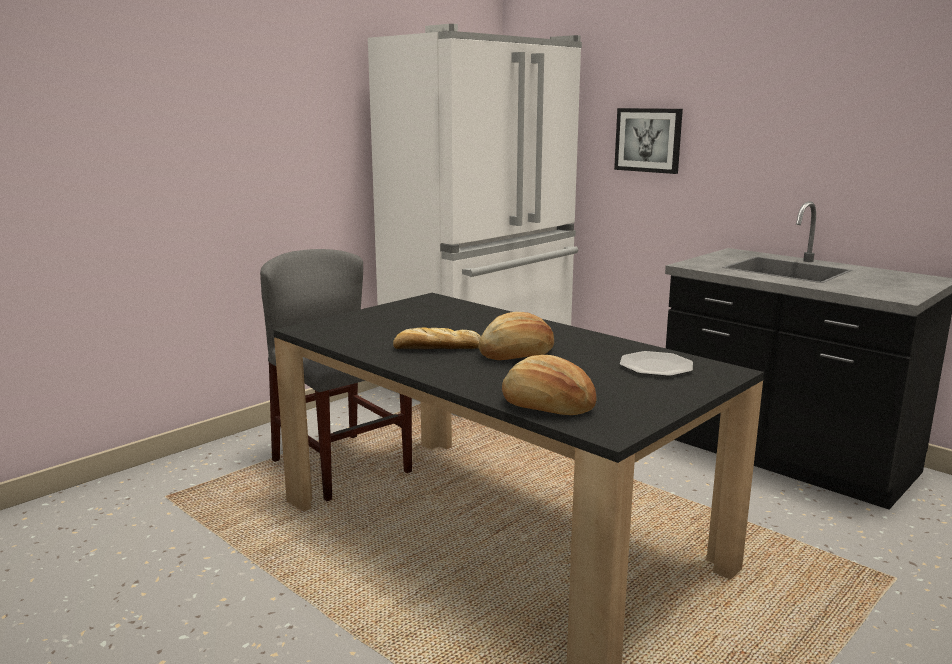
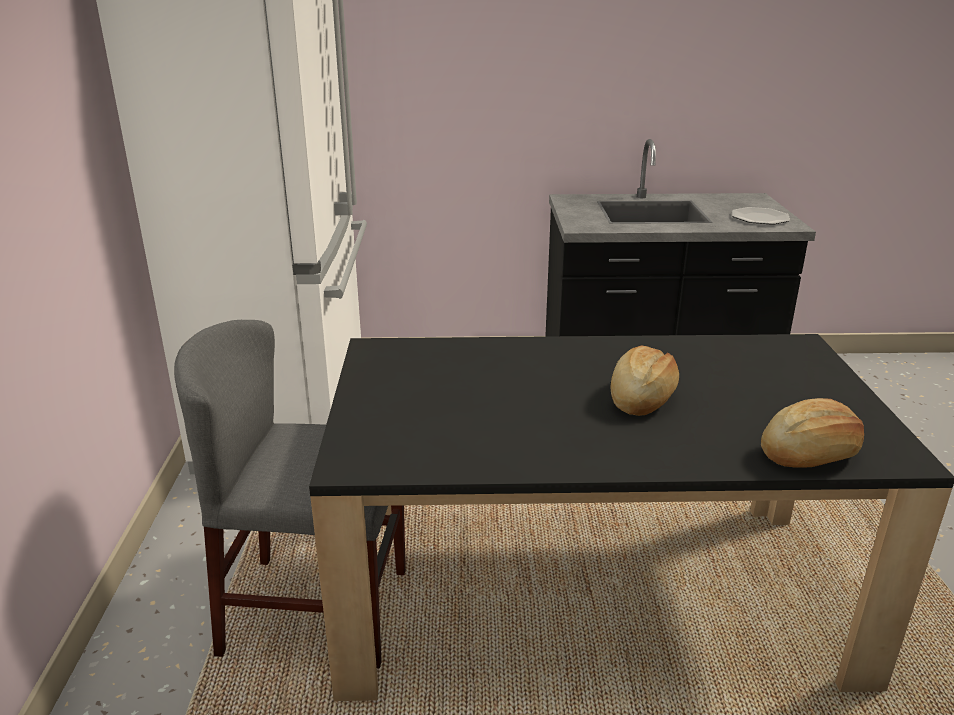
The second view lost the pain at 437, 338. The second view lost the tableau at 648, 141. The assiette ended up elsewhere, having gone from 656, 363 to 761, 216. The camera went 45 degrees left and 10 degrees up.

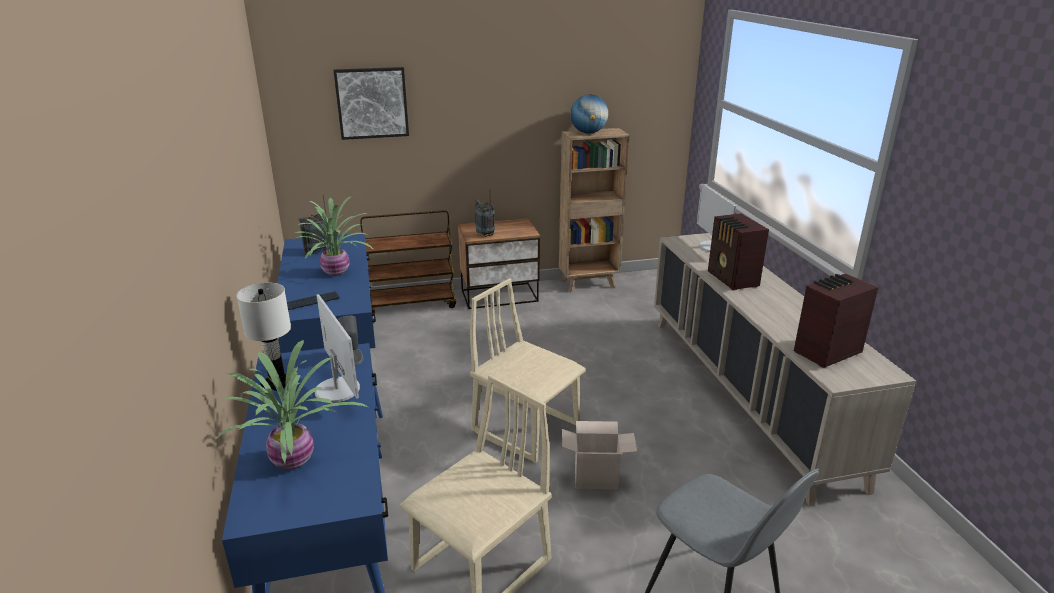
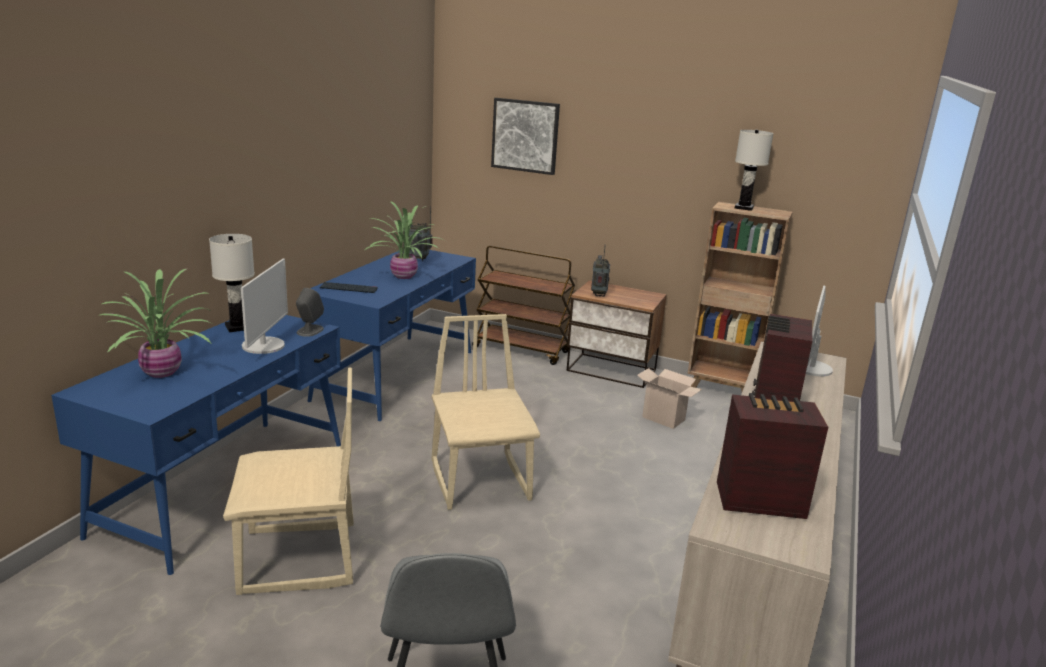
The carton ended up elsewhere, having gone from 599, 455 to 669, 398. Where the globe stood at 589, 114, the lampe de table (blanc) came to stand at 754, 170. The camera went 35 degrees right and 5 degrees down.

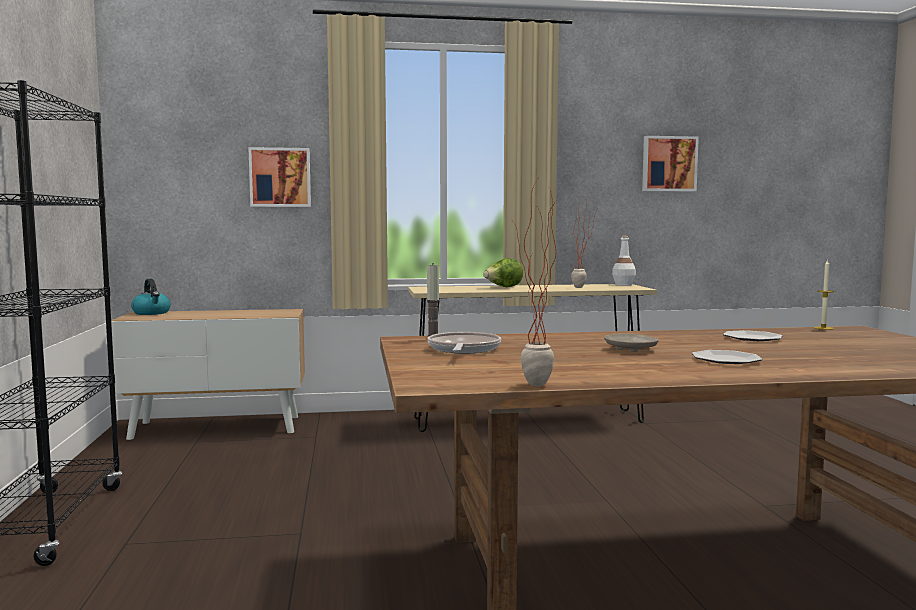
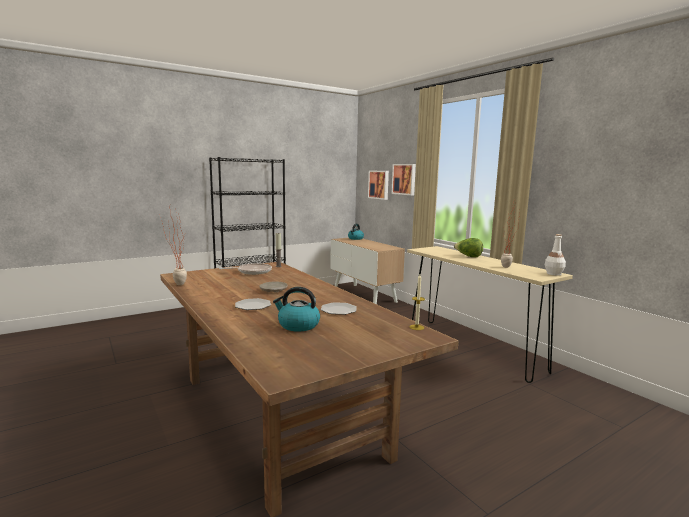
The second view gained the bouilloire at 296, 309. The tableau ended up elsewhere, having gone from 670, 163 to 378, 185. The camera went 65 degrees right and 5 degrees up.

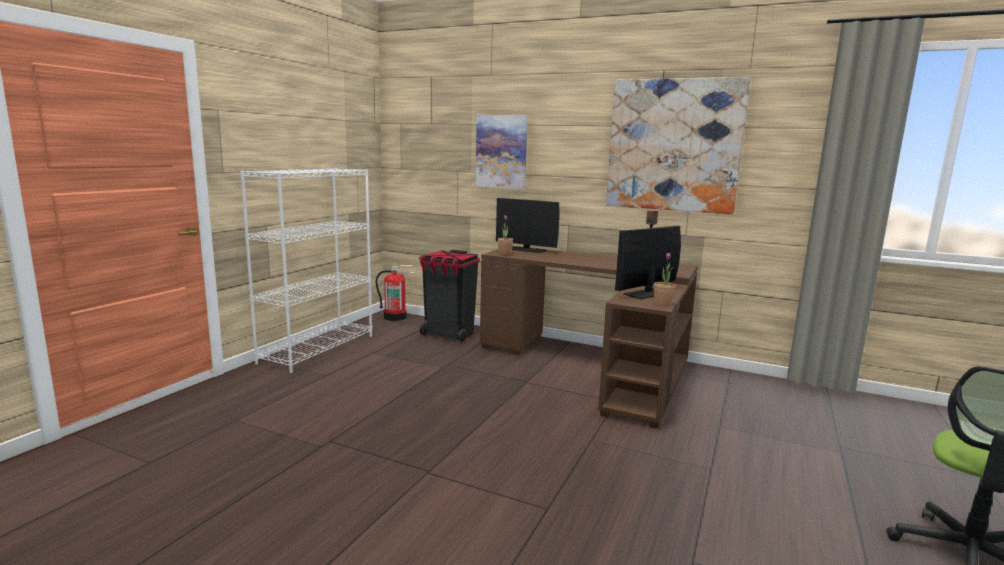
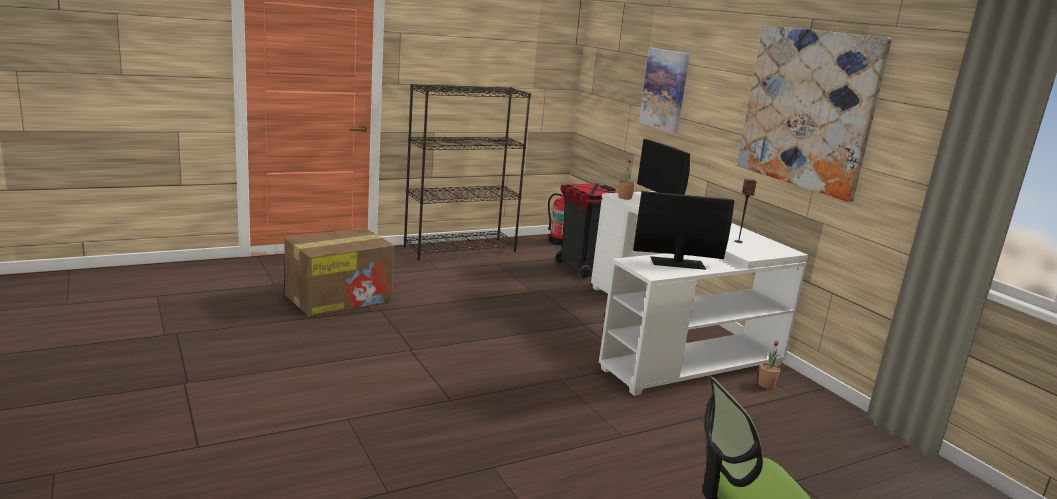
The second view gained the carton at 339, 272. The plante en pot ended up elsewhere, having gone from 665, 280 to 769, 364. What was the bibliothèque (blanc) at 306, 270 turned into the bibliothèque (noir) at 467, 172. What was the bureau (marron) at 589, 337 turned into the bureau (blanc) at 699, 293. The camera went 35 degrees right and 5 degrees up.

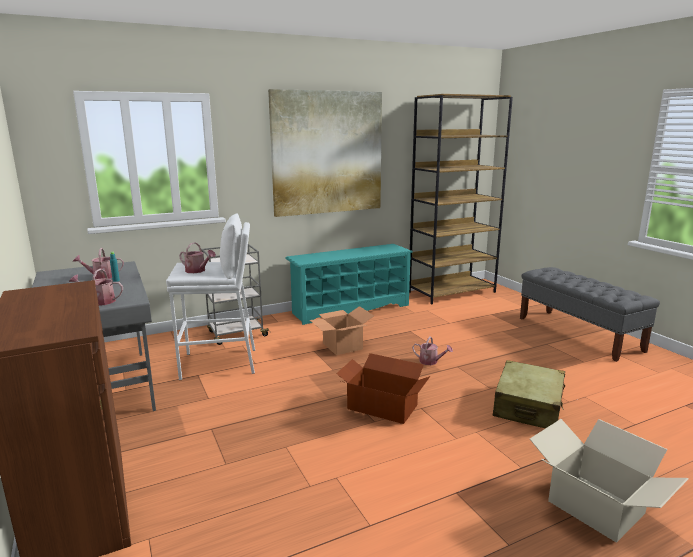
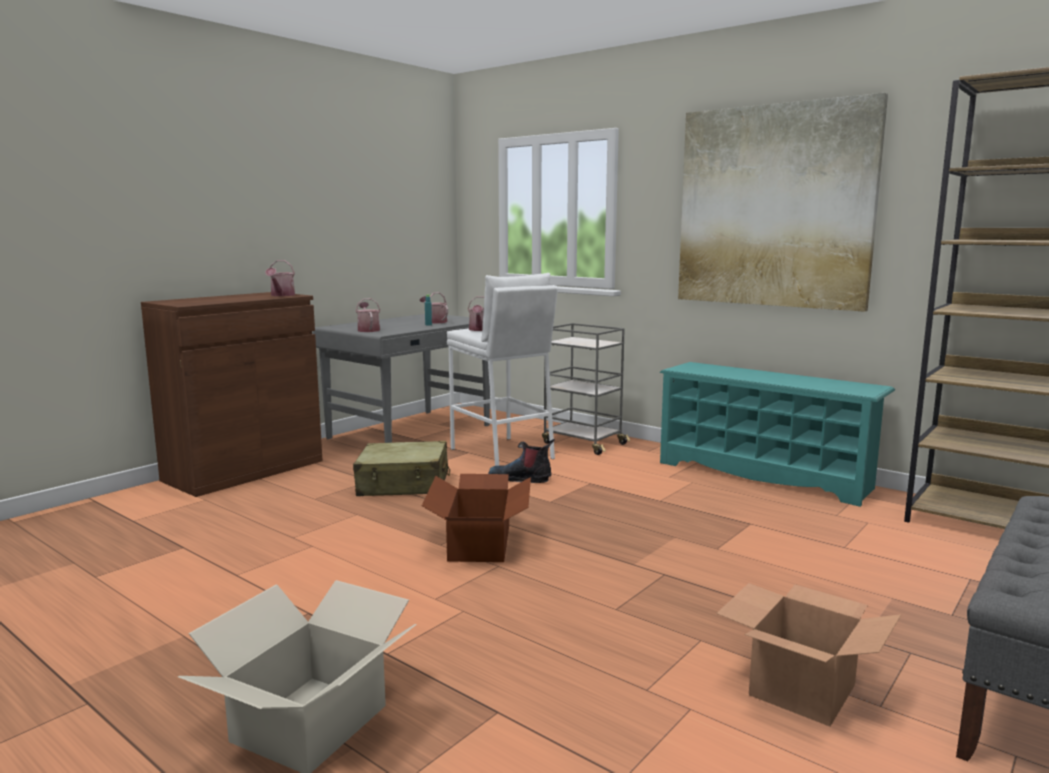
The second view gained the botte at 521, 461. The carton ended up elsewhere, having gone from 342, 330 to 808, 654. The arrosoir ended up elsewhere, having gone from 432, 350 to 280, 278. The valise (beige) ended up elsewhere, having gone from 529, 394 to 401, 468. The camera went 65 degrees right and 5 degrees down.

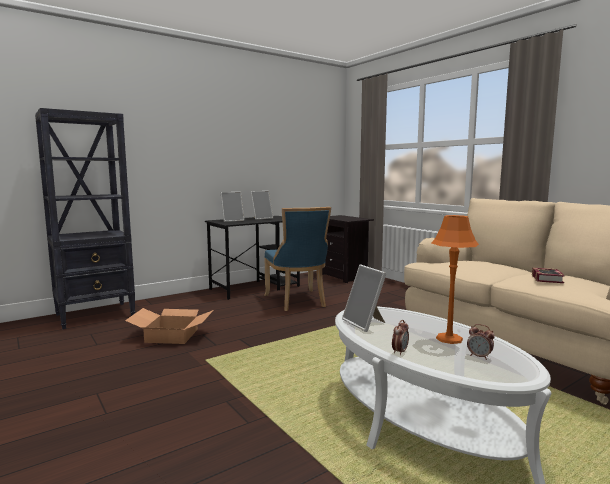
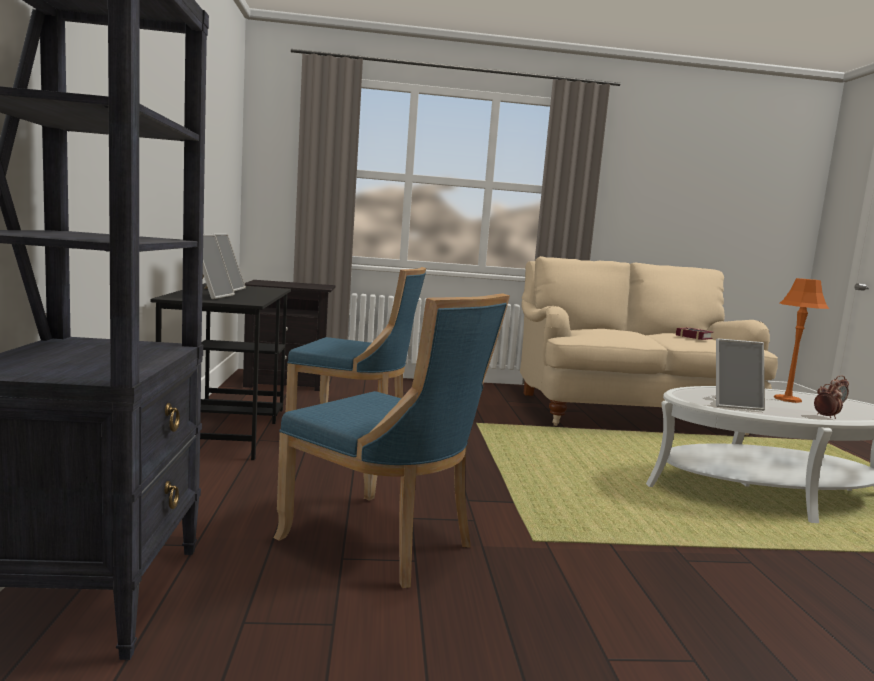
Where the carton stood at 169, 326, the chaise (bleu) came to stand at 392, 440. The camera went 60 degrees left and 0 degrees up.

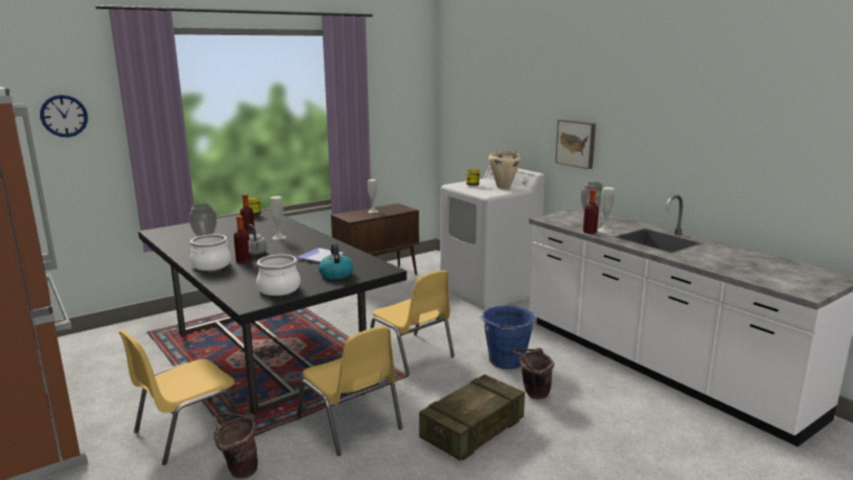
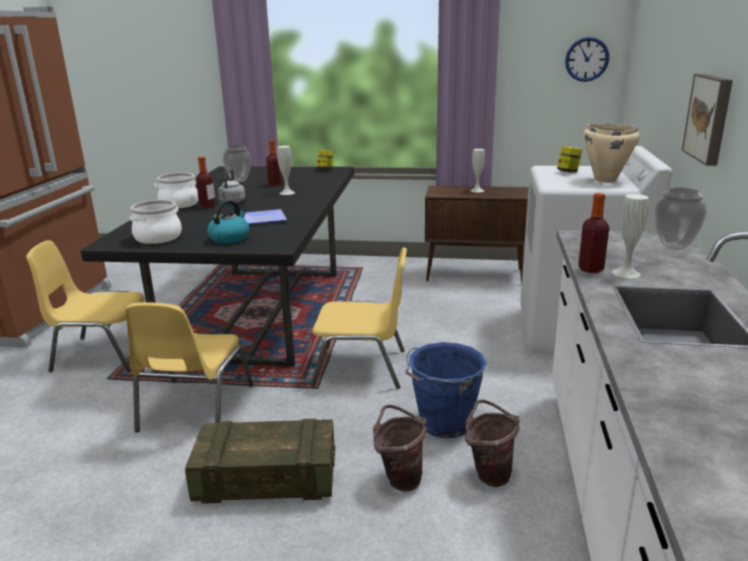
The horloge murale ended up elsewhere, having gone from 64, 116 to 587, 59. The seau (marron) ended up elsewhere, having gone from 236, 446 to 492, 443. The chaise (jaune) at 412, 322 ended up facing another way, 90 degrees counterclockwise from before. The camera went 45 degrees right and 5 degrees up.

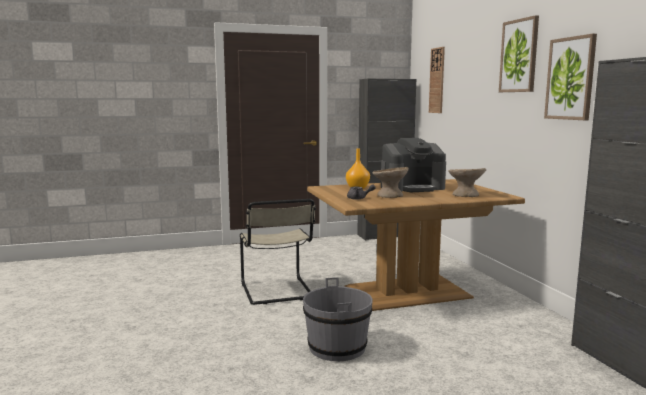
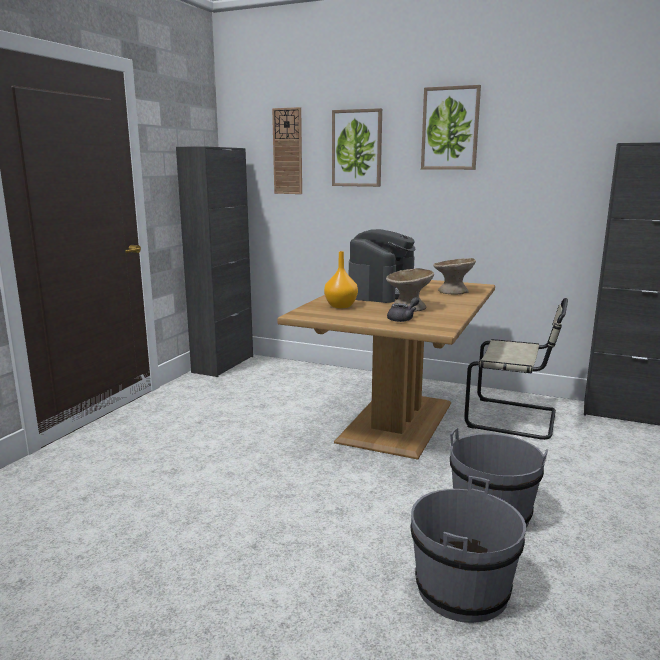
The second view gained the seau (gris) at 468, 549. The chaise (beige) ended up elsewhere, having gone from 277, 252 to 516, 369. The tableau ended up elsewhere, having gone from 570, 77 to 357, 147. The camera went 50 degrees left and 5 degrees up.

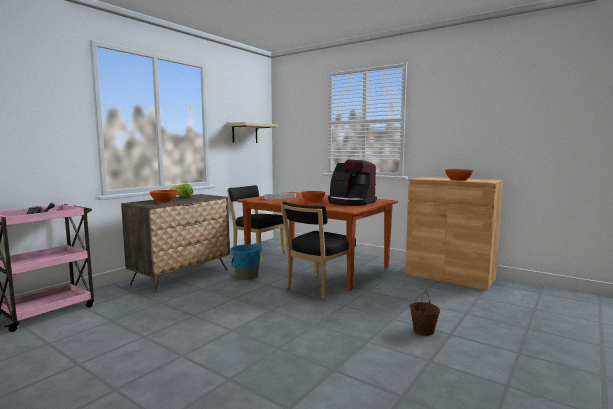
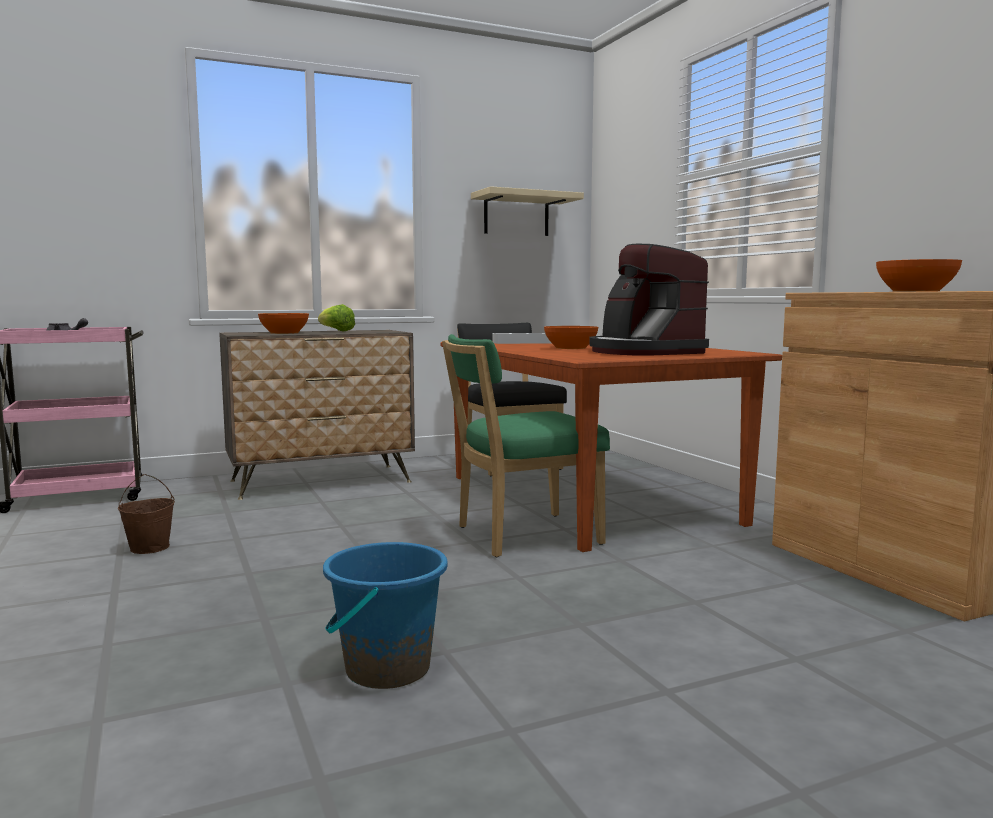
The seau (bleu) ended up elsewhere, having gone from 246, 262 to 385, 615. The seau (marron) ended up elsewhere, having gone from 425, 314 to 146, 514. What was the chaise (noir) at 318, 250 turned into the chaise (vert) at 526, 445. The camera went 30 degrees right and 0 degrees up.

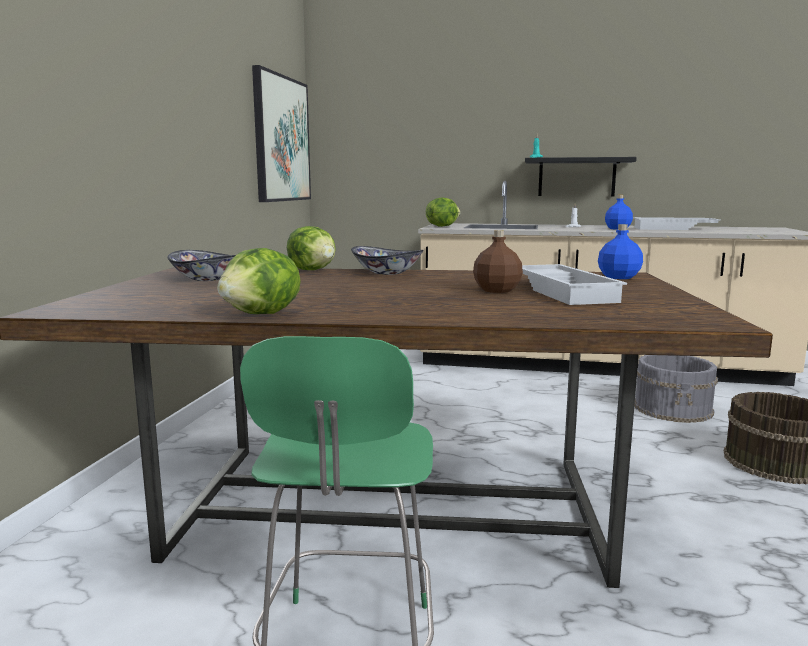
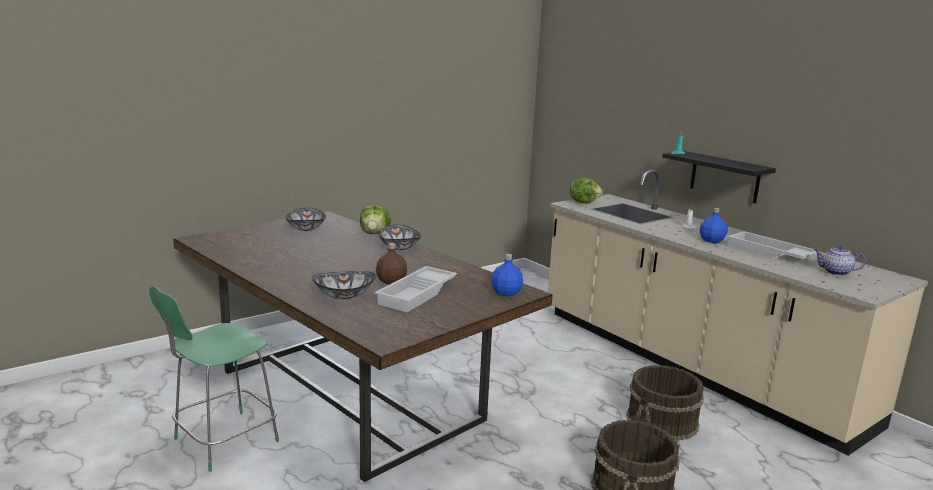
The second view lost the laitue at 259, 281. The second view lost the tableau at 281, 133. The second view gained the bol at 344, 285. The second view gained the théière at 840, 260. What was the seau (gris) at 676, 389 turned into the seau (marron) at 665, 403. The camera went 40 degrees right and 5 degrees up.

